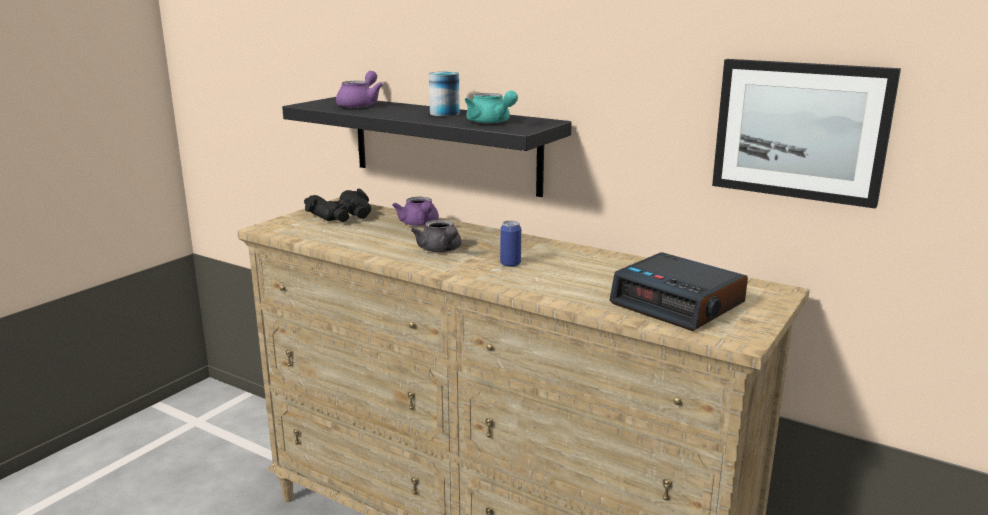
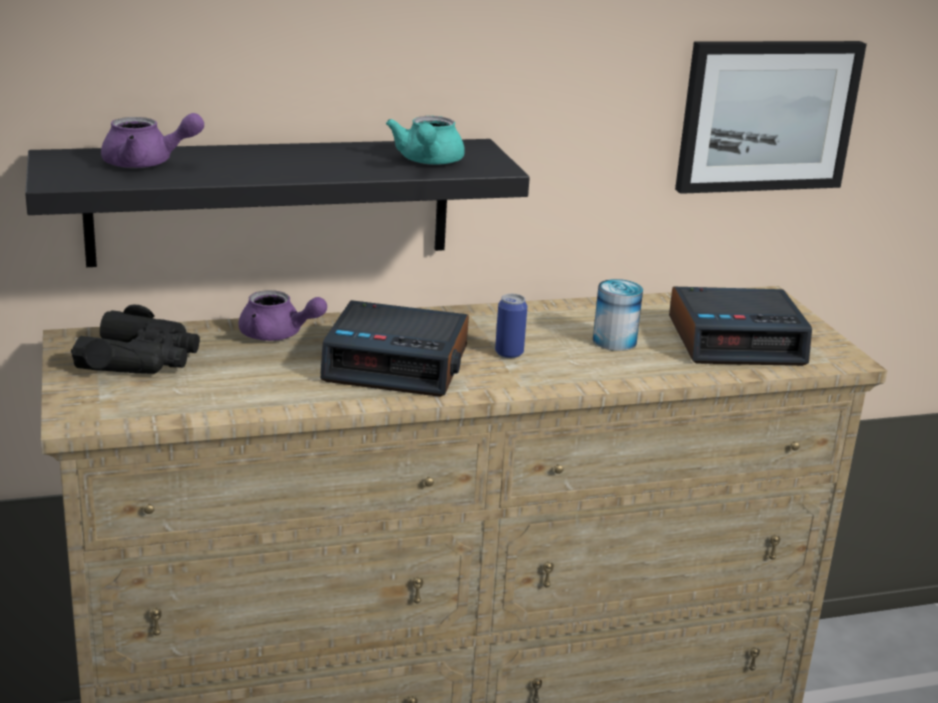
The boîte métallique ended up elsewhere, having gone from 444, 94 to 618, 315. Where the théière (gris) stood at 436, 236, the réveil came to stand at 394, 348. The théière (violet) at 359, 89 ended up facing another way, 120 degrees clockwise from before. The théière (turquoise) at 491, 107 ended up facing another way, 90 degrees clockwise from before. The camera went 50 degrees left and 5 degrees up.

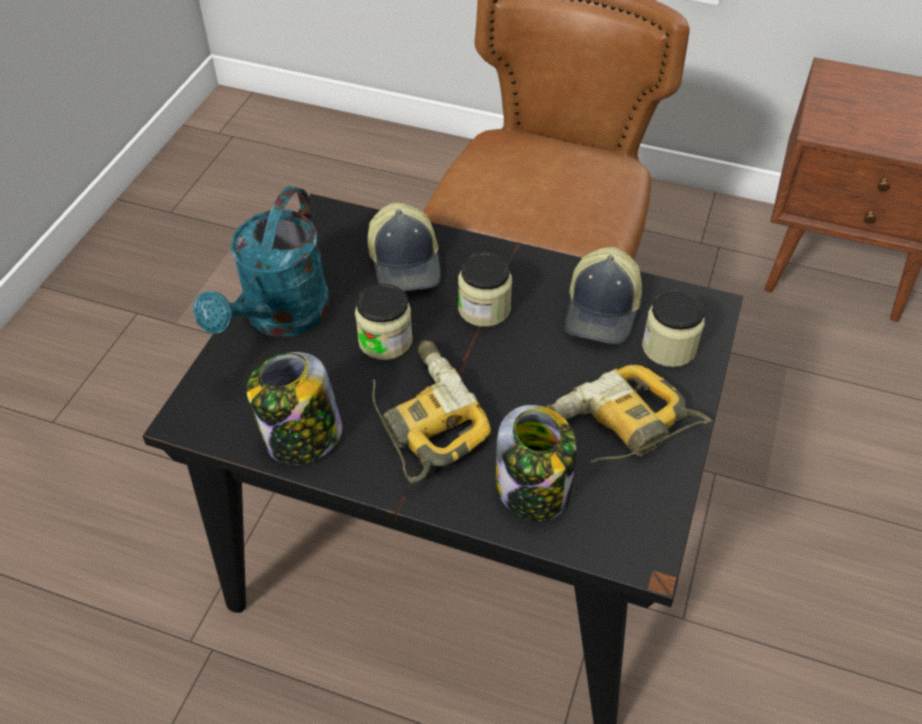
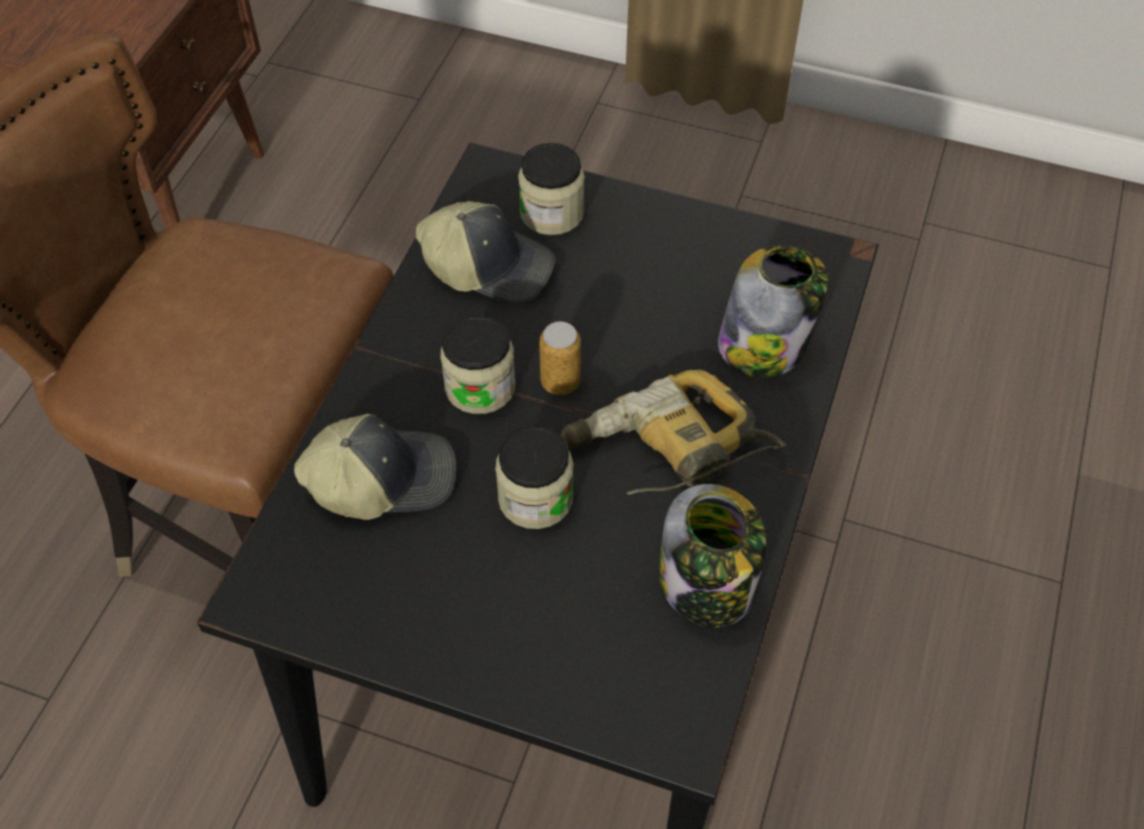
The second view lost the arrosoir (turquoise) at 261, 261. The second view lost the perceuse at 629, 414. The second view gained the boîte métallique at 560, 358. The camera went 90 degrees left and 5 degrees up.

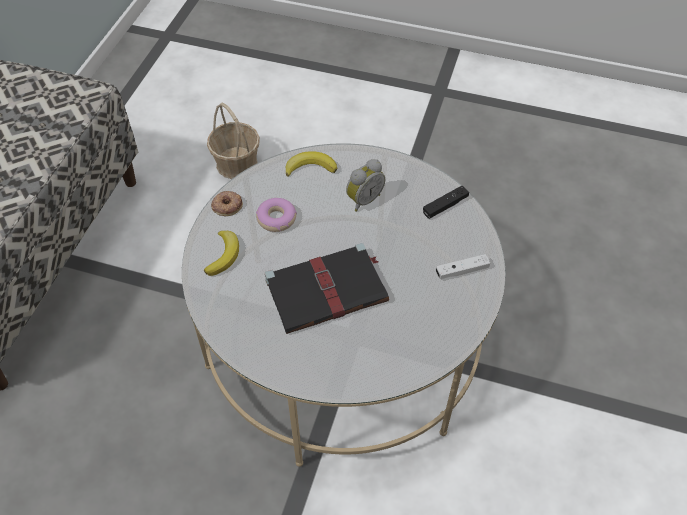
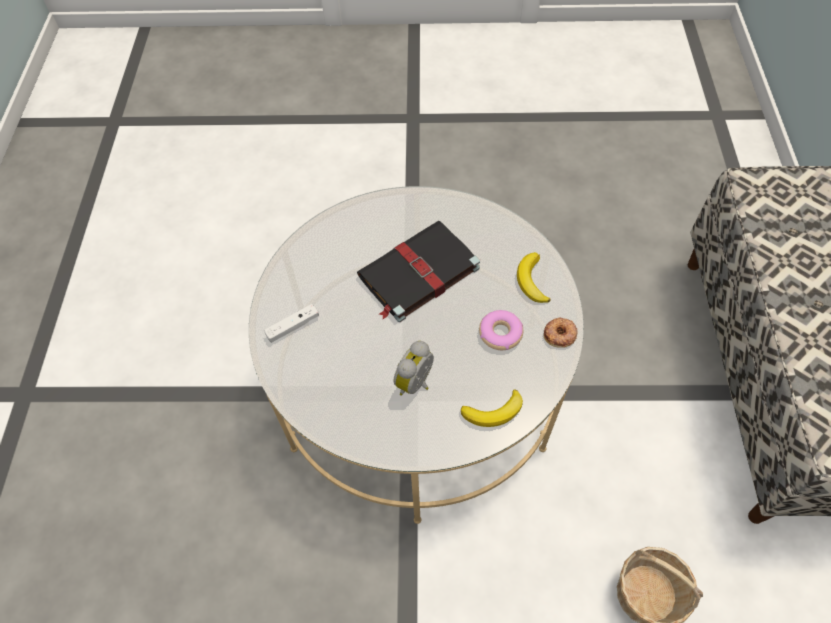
The second view lost the manette (noir) at 446, 202. The camera went 165 degrees right and 5 degrees up.

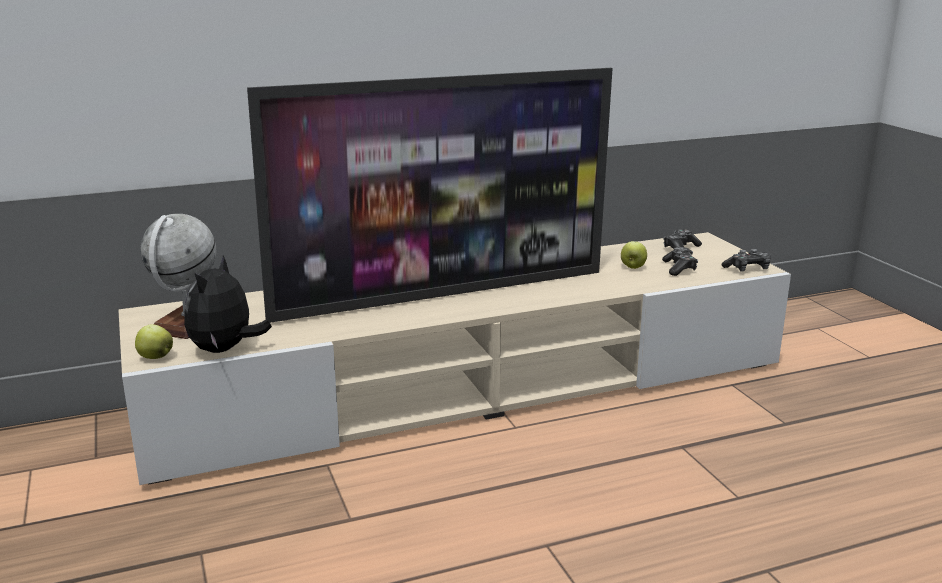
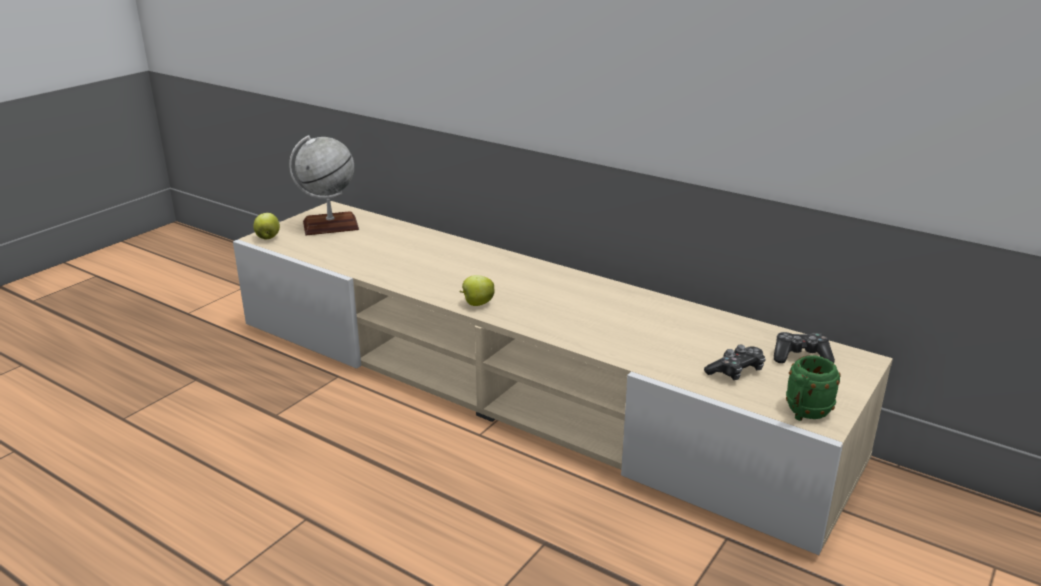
The second view lost the peluche at 228, 304. The second view lost the téléviseur at 430, 195. The pomme ended up elsewhere, having gone from 634, 255 to 477, 290. Where the manette stood at 746, 260, the mug (vert) came to stand at 813, 388. The camera went 55 degrees right and 5 degrees up.

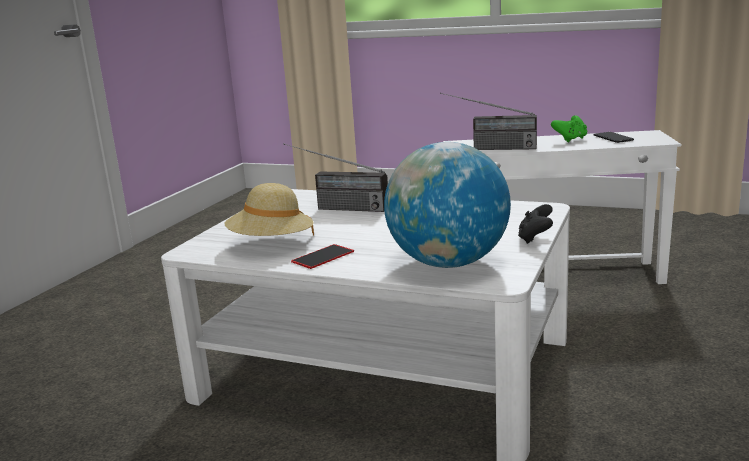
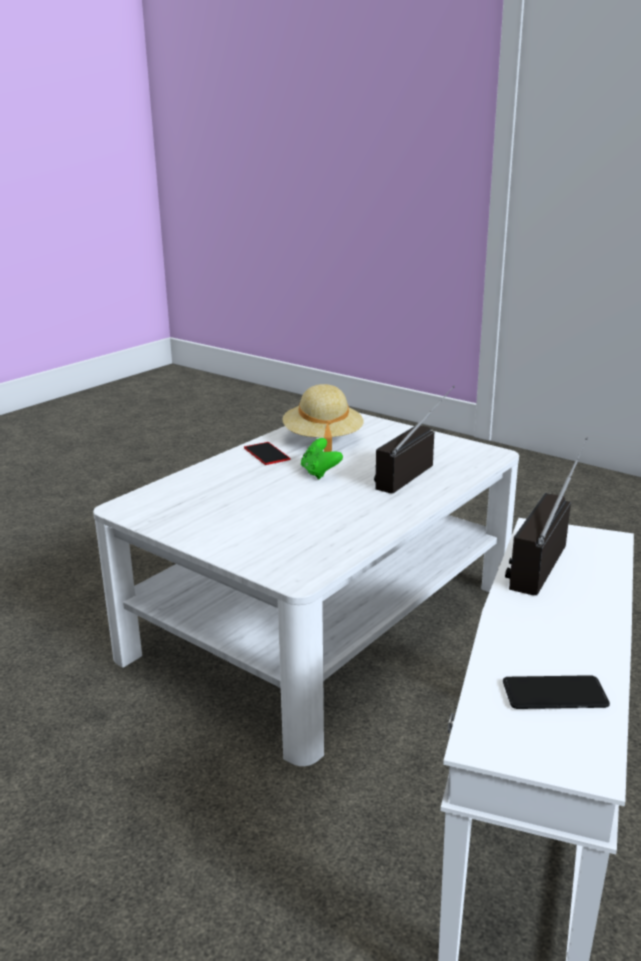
The second view lost the globe at 447, 205. The second view lost the manette (noir) at 535, 224. The manette (vert) ended up elsewhere, having gone from 569, 129 to 322, 458. The camera went 105 degrees right and 5 degrees up.

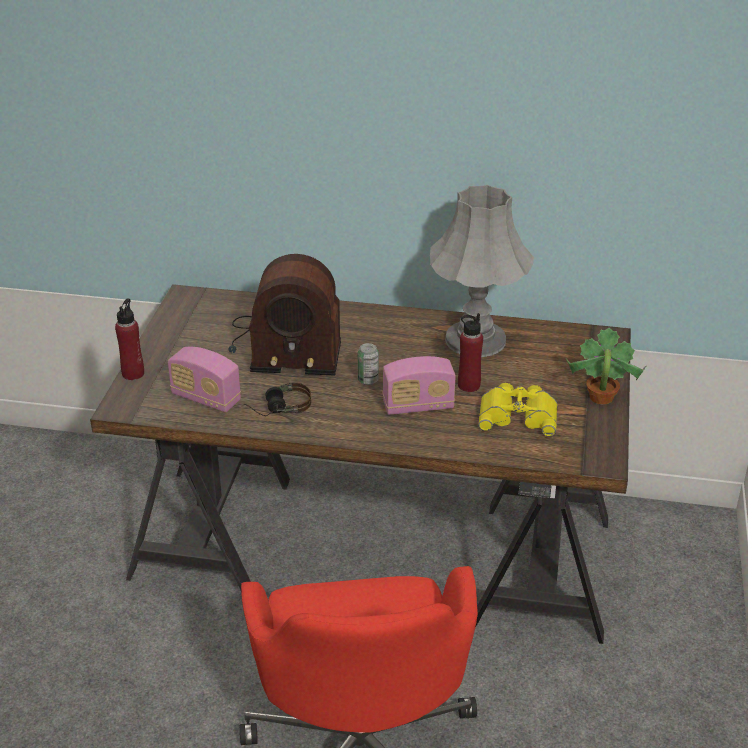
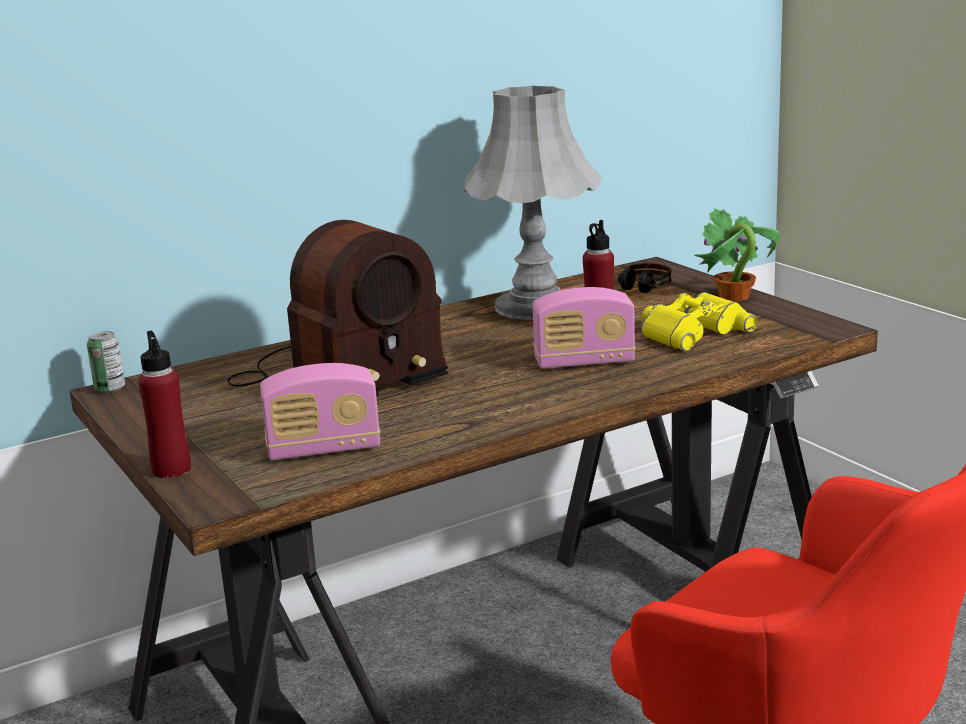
The casque audio ended up elsewhere, having gone from 277, 399 to 644, 278. The boîte métallique ended up elsewhere, having gone from 368, 364 to 106, 362. The radio at 419, 385 ended up facing another way, 45 degrees clockwise from before. The camera went 40 degrees left and 15 degrees down.

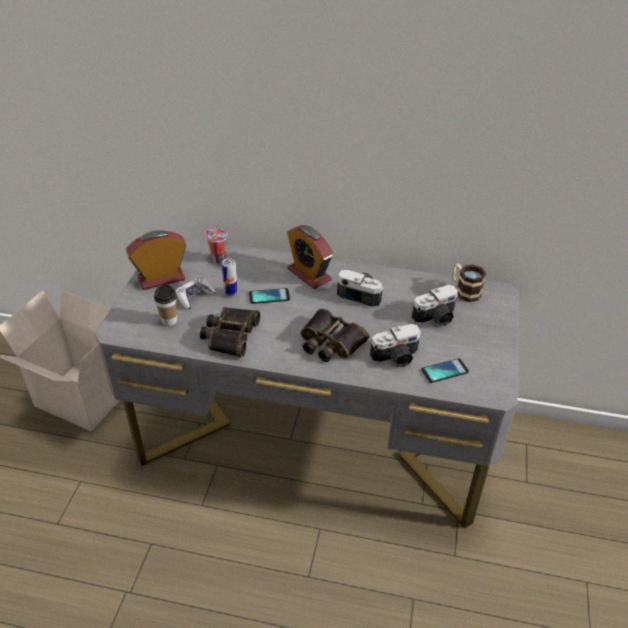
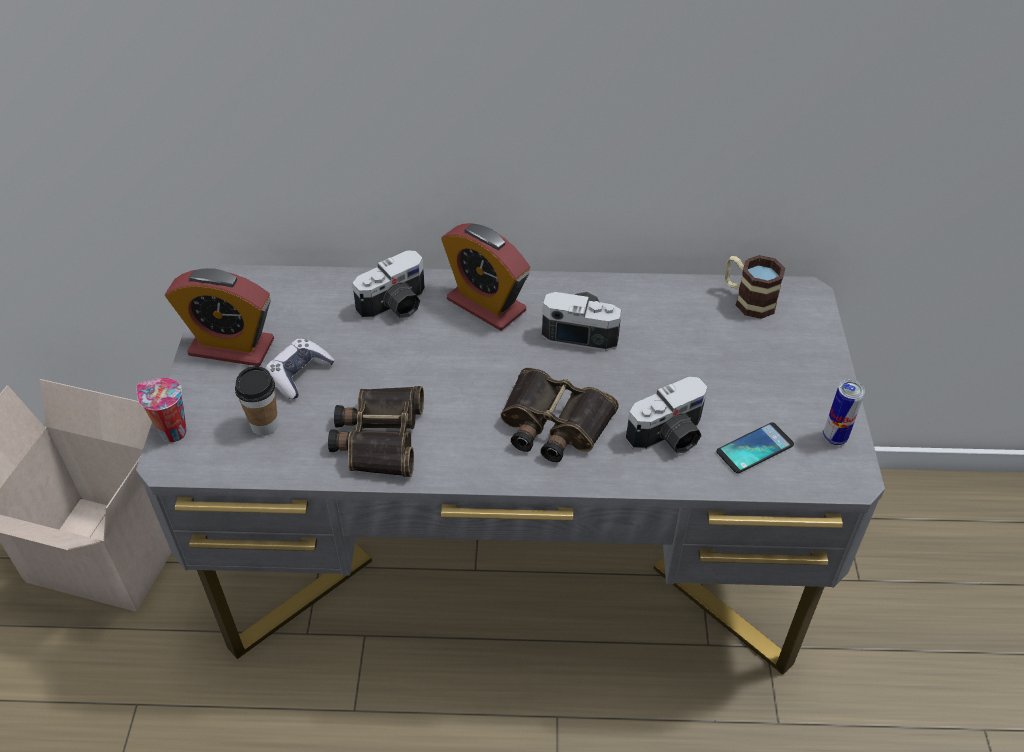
The second view lost the téléphone at 269, 296. The tasse ended up elsewhere, having gone from 217, 246 to 161, 410. The boîte métallique ended up elsewhere, having gone from 230, 277 to 844, 412. The appareil photo ended up elsewhere, having gone from 435, 305 to 388, 285. The réveil at 156, 260 ended up facing another way, 135 degrees counterclockwise from before. The camera went 10 degrees left and 5 degrees up.

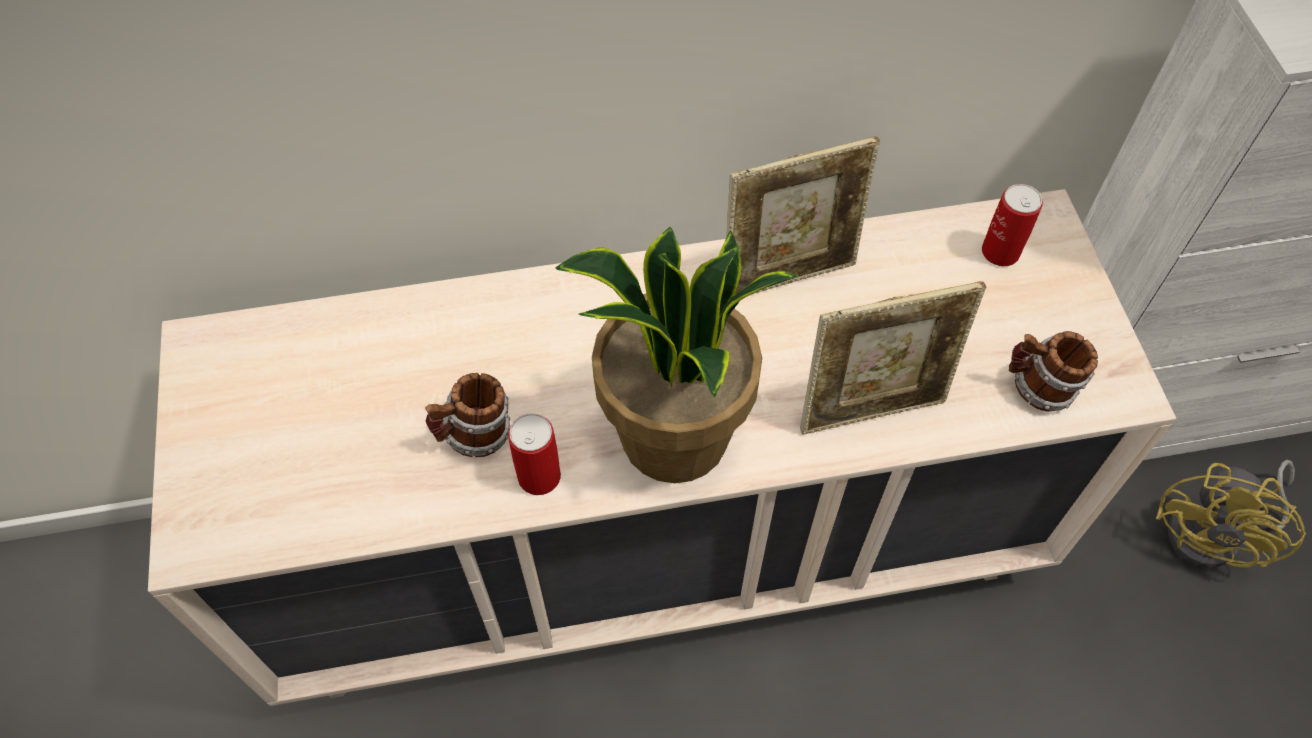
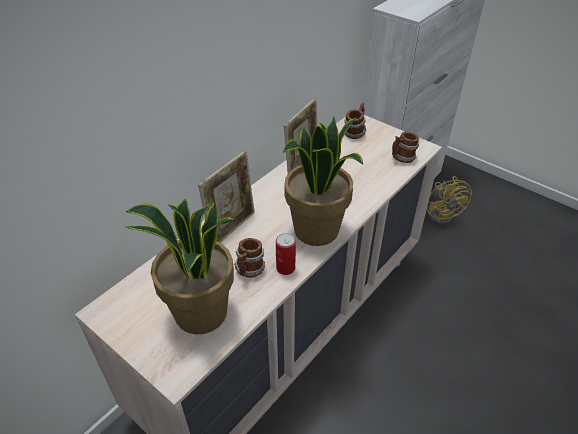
The second view gained the plante en pot at 181, 266. The cadre photo ended up elsewhere, having gone from 893, 357 to 226, 197. Where the boîte métallique stood at 1012, 225, the mug came to stand at 355, 121. The camera went 40 degrees left and 15 degrees down.

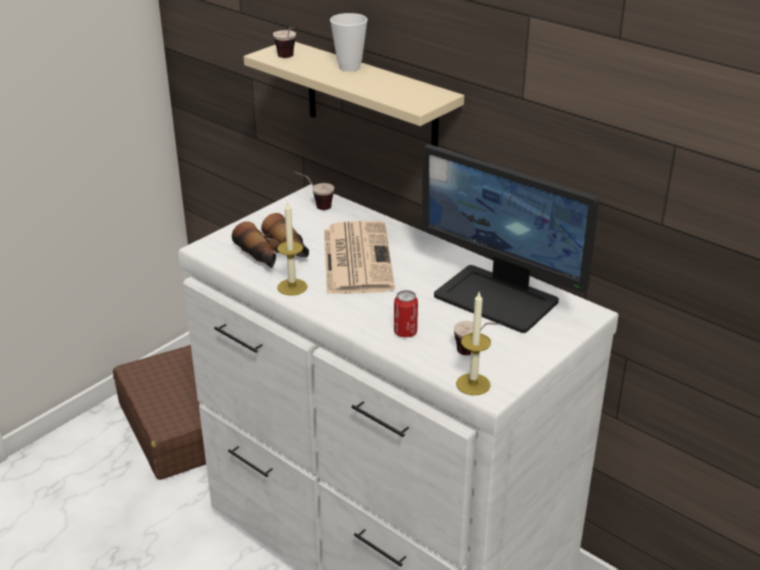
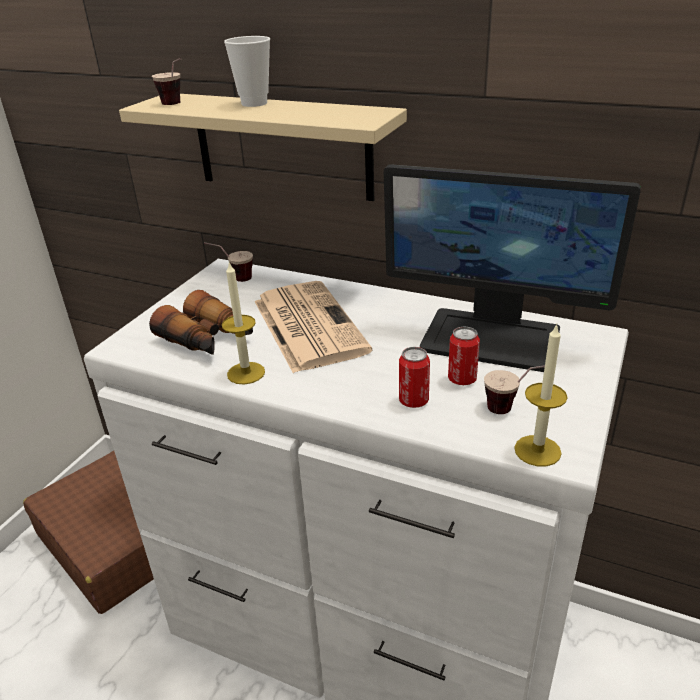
The second view gained the boîte métallique at 464, 356. The camera went 15 degrees left and 0 degrees up.

